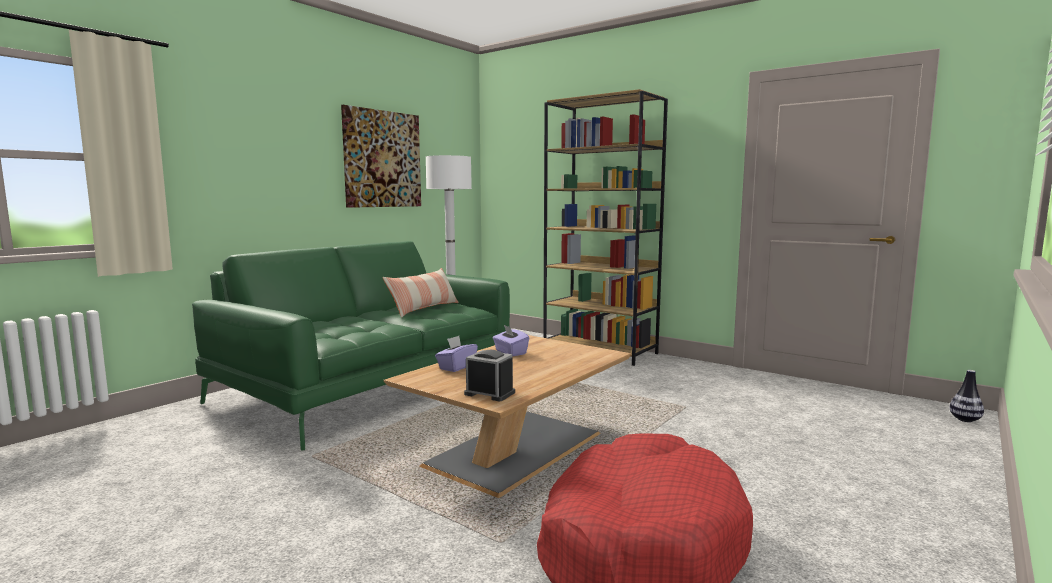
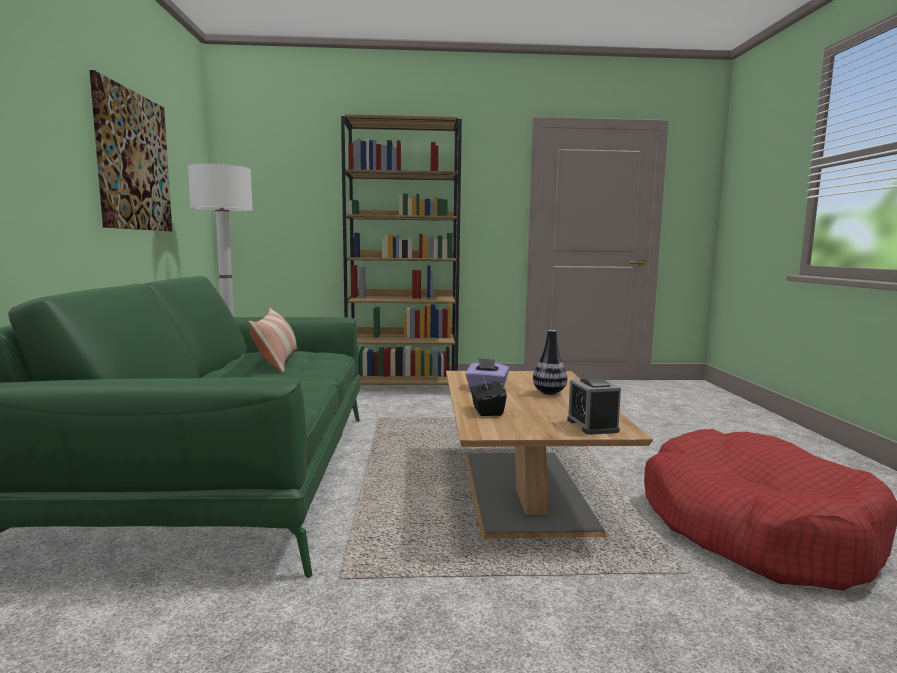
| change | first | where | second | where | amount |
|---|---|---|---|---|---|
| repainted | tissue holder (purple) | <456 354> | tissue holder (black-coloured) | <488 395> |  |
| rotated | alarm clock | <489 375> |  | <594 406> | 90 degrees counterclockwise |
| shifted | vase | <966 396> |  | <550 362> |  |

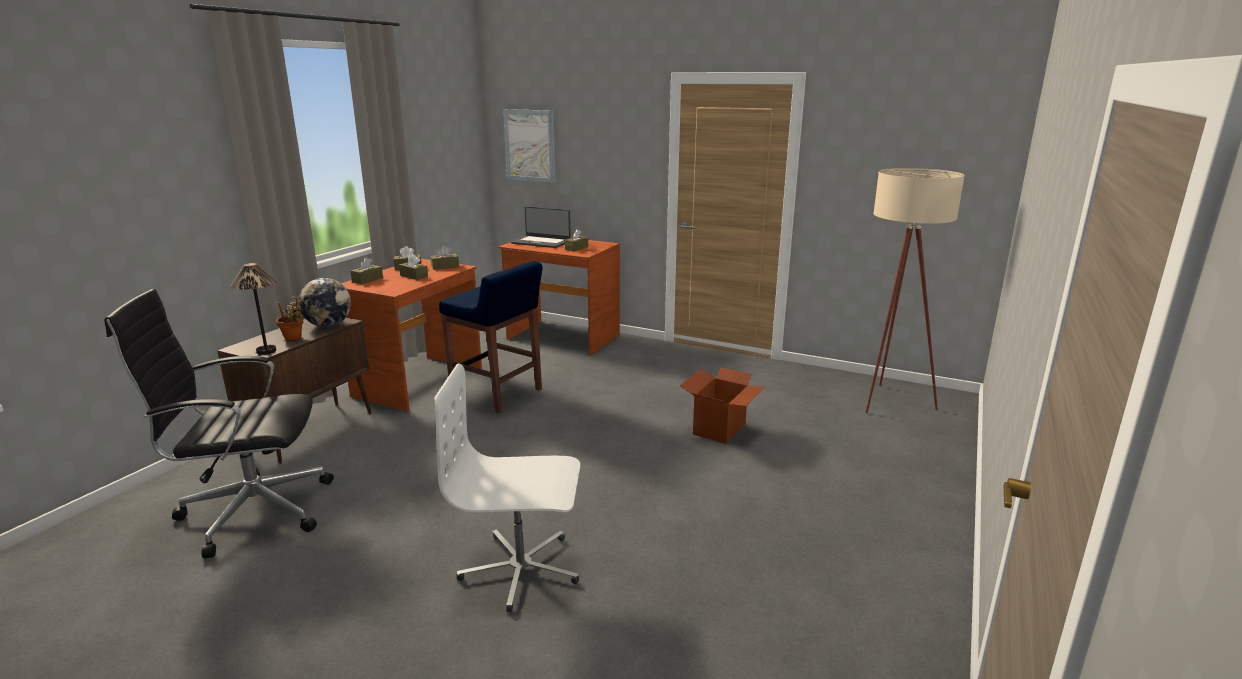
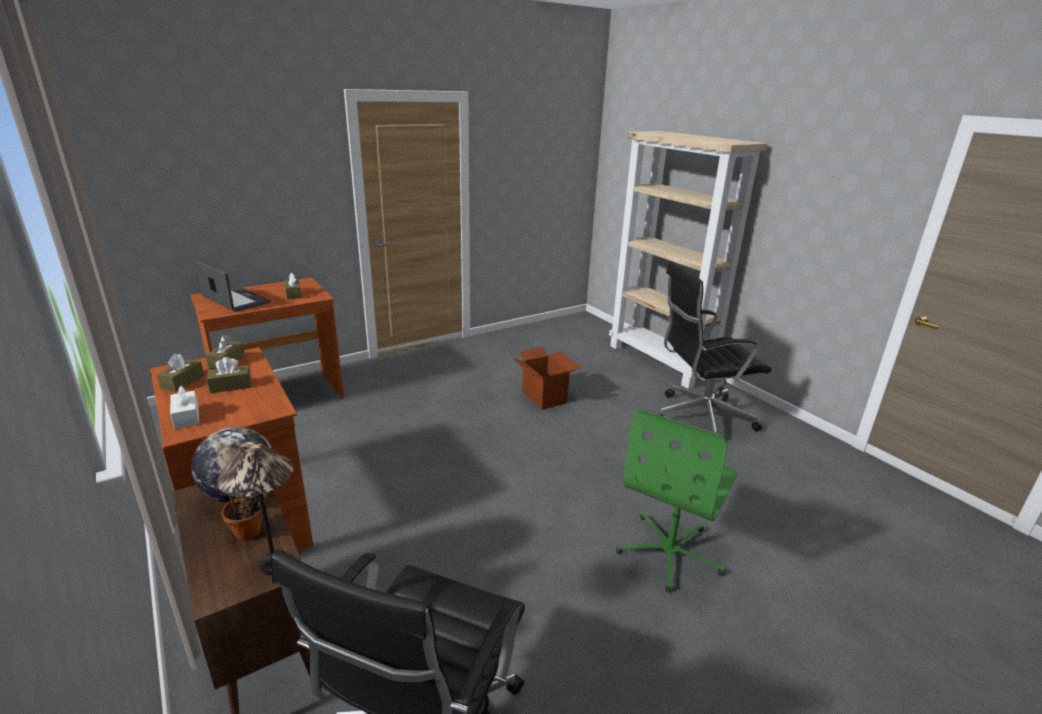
| change | first | where | second | where | amount |
|---|---|---|---|---|---|
| gone | picture | <529 146> |  |  |  |
| gone | floor lamp (beige) | <915 290> |  |  |  |
| rotated | portable computer | <541 227> |  | <232 286> | 105 degrees counterclockwise |
| repainted | tissue holder (brown) | <366 270> | tissue holder (white-coloured) | <184 407> |  |
| gone | stool (bluish) | <491 337> |  |  |  |
| repainted | computer chair (white-coloured) | <507 488> | computer chair (greenish) | <677 501> |  |
| new |  |  | shelving unit (beige) | <688 260> |  |
| new |  |  | computer chair (black-coloured) | <714 347> |  |

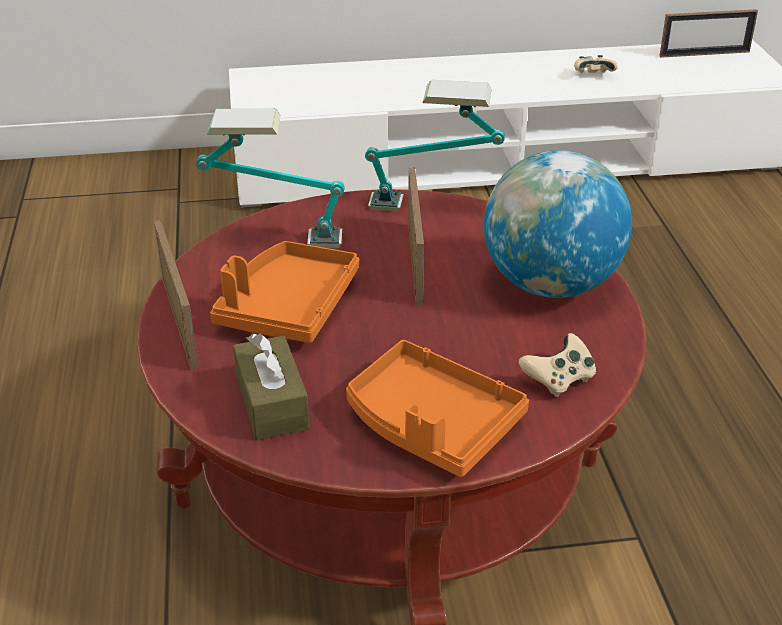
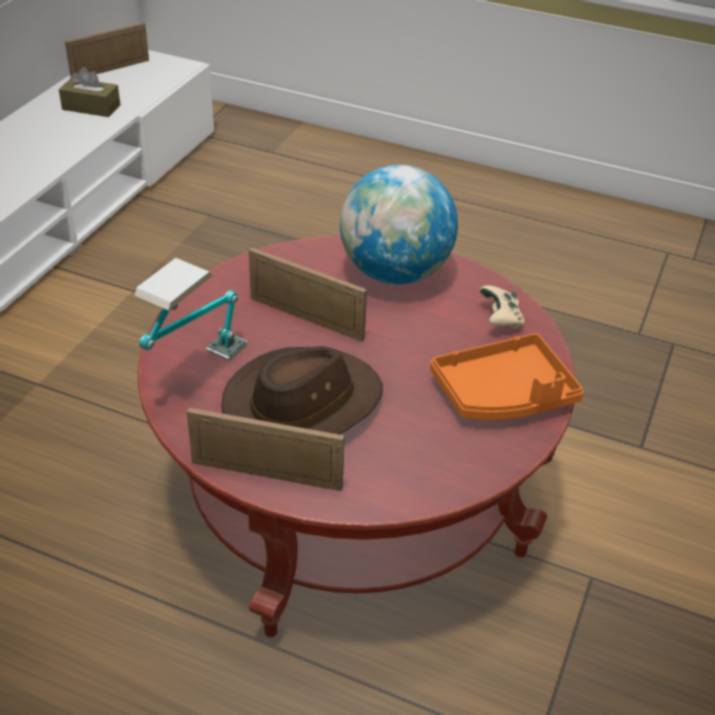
| change | first | where | second | where | amount |
|---|---|---|---|---|---|
| rotated | picture frame | <709 33> |  | <107 49> | 150 degrees counterclockwise |
| gone | game controller (beige) | <596 64> |  |  |  |
| gone | tabletop lamp | <435 146> |  |  |  |
| swapped | carrying tray (orange-coloured) | <284 292> | wearable hat (brown) | <302 390> |  |
| shifted | tissue holder (brown) | <271 387> |  | <89 92> |  |

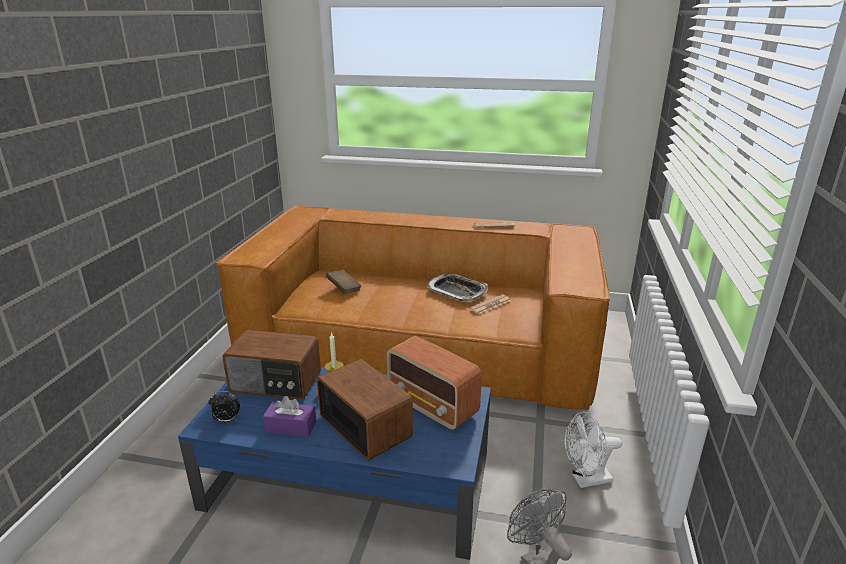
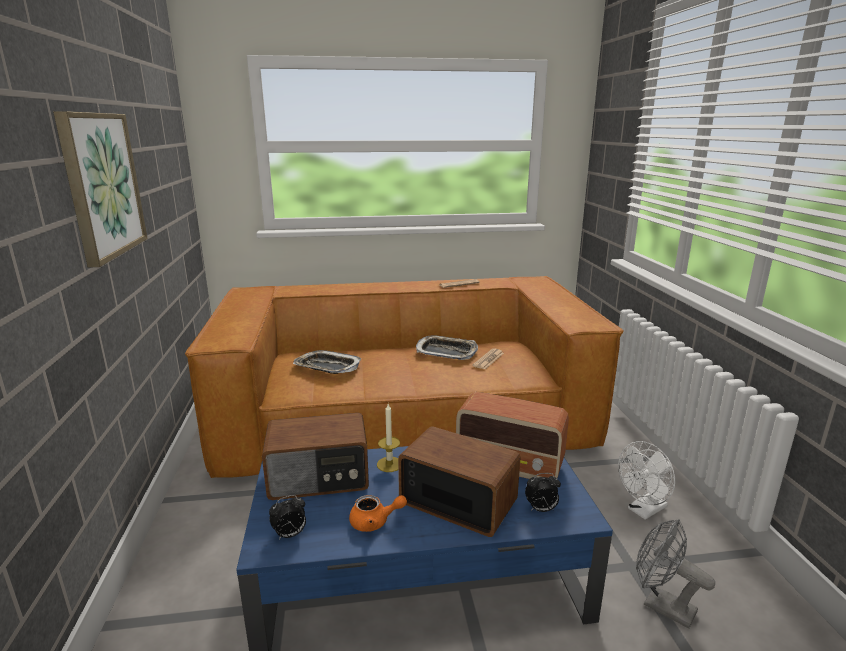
| change | first | where | second | where | amount |
|---|---|---|---|---|---|
| swapped | book (brown) | <343 282> | carrying tray | <327 362> |  |
| swapped | tissue holder (purple) | <290 416> | pot for tea (orange-coloured) | <378 513> |  |
| new |  |  | picture | <100 189> |  |
| new |  |  | alarm clock | <543 492> |  |

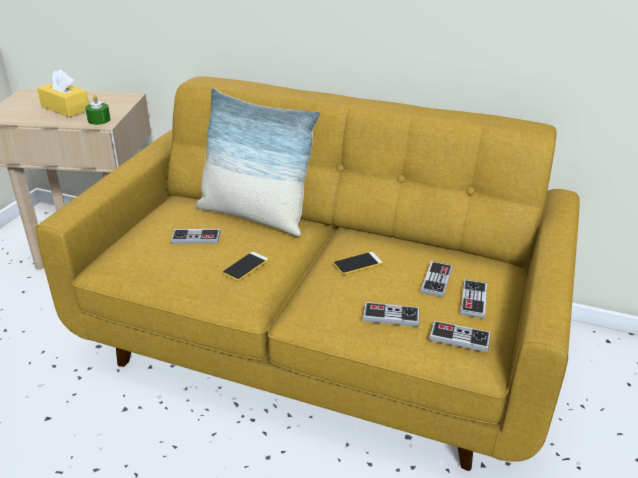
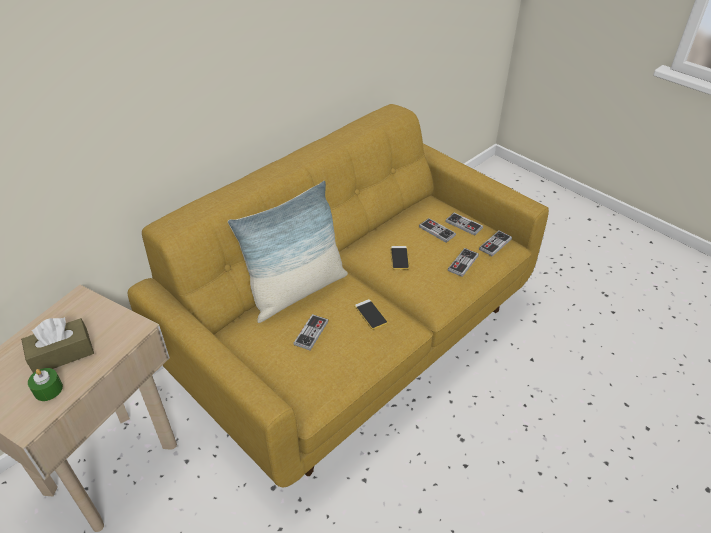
| change | first | where | second | where | amount |
|---|---|---|---|---|---|
| repainted | tissue holder (yellow) | <63 93> | tissue holder (brown) | <57 345> |  |
| shifted | wax candle (greenish) | <98 110> |  | <45 384> |  |

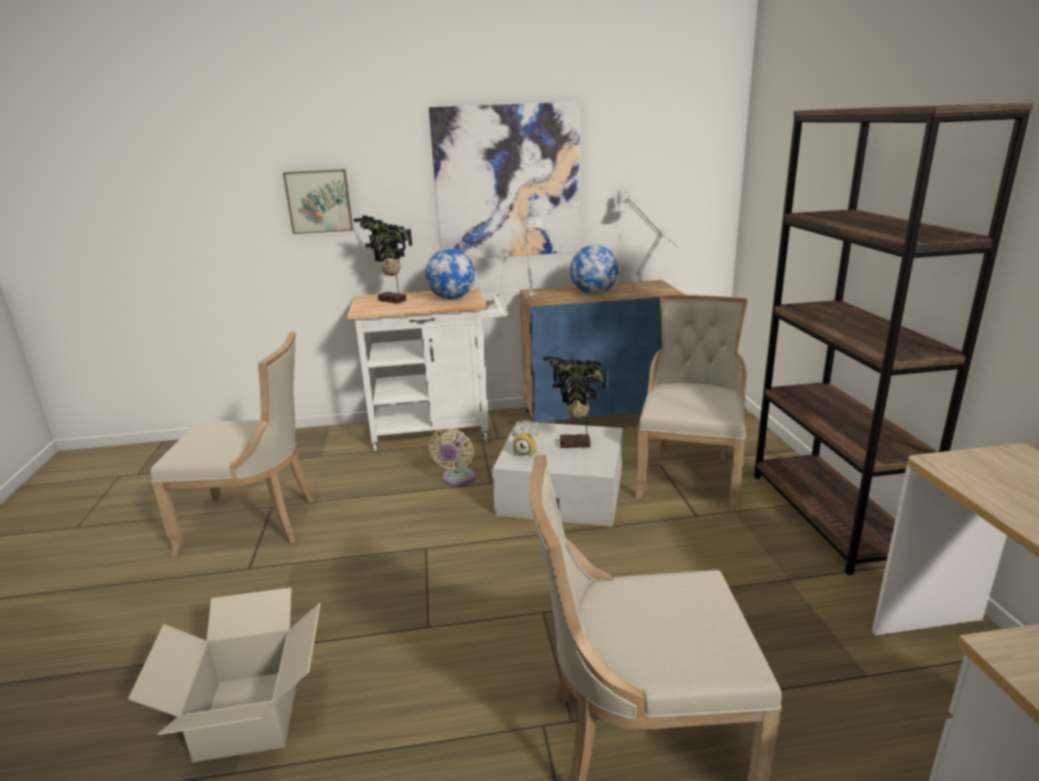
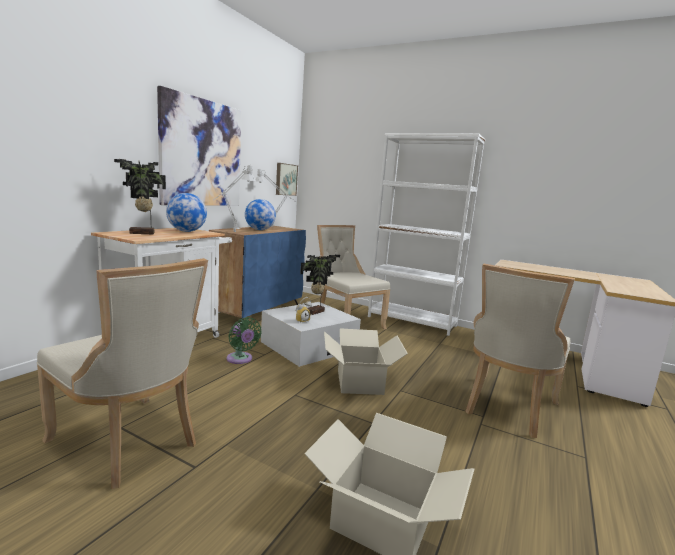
| change | first | where | second | where | amount |
|---|---|---|---|---|---|
| repainted | shelving unit (brown) | <894 339> | shelving unit (white-coloured) | <426 234> |  |
| shifted | picture | <318 201> |  | <287 179> |  |
| rotated | plain chair (beige) | <232 444> |  | <122 373> | 90 degrees clockwise |
| repainted | fan (beige) | <451 457> | fan (greenish) | <244 340> |  |
| new |  |  | carton | <366 361> |  |

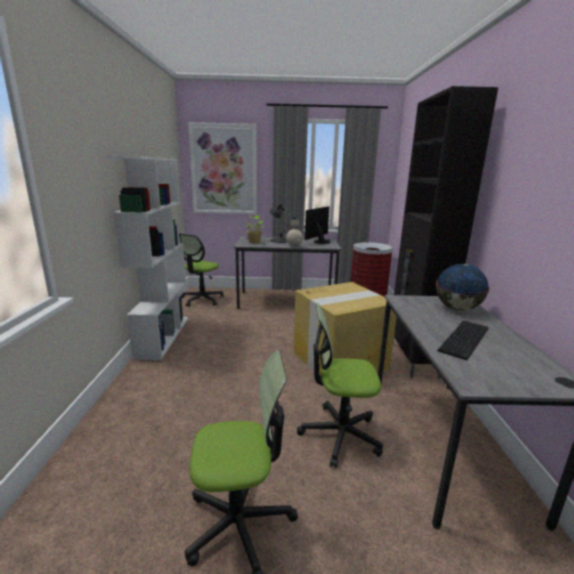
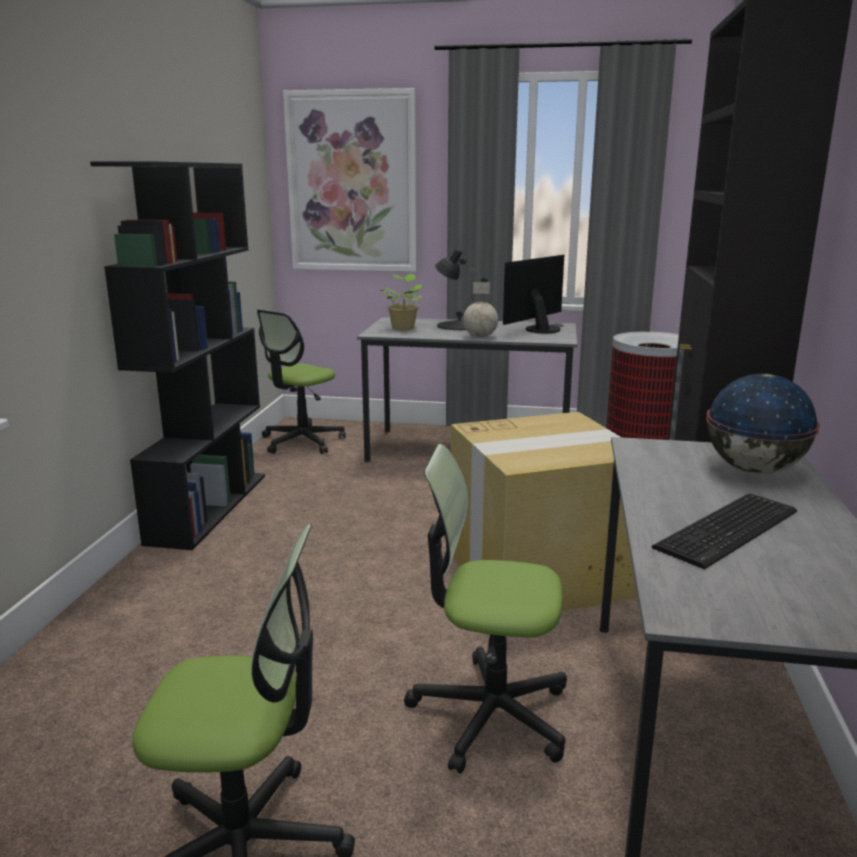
| change | first | where | second | where | amount |
|---|---|---|---|---|---|
| repainted | shelving unit (white-coloured) | <147 258> | shelving unit (black-coloured) | <177 355> |  |

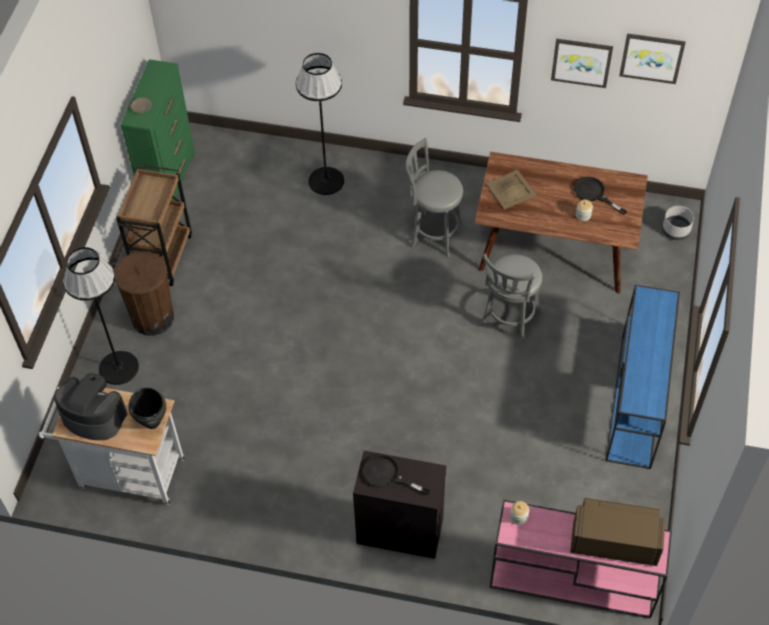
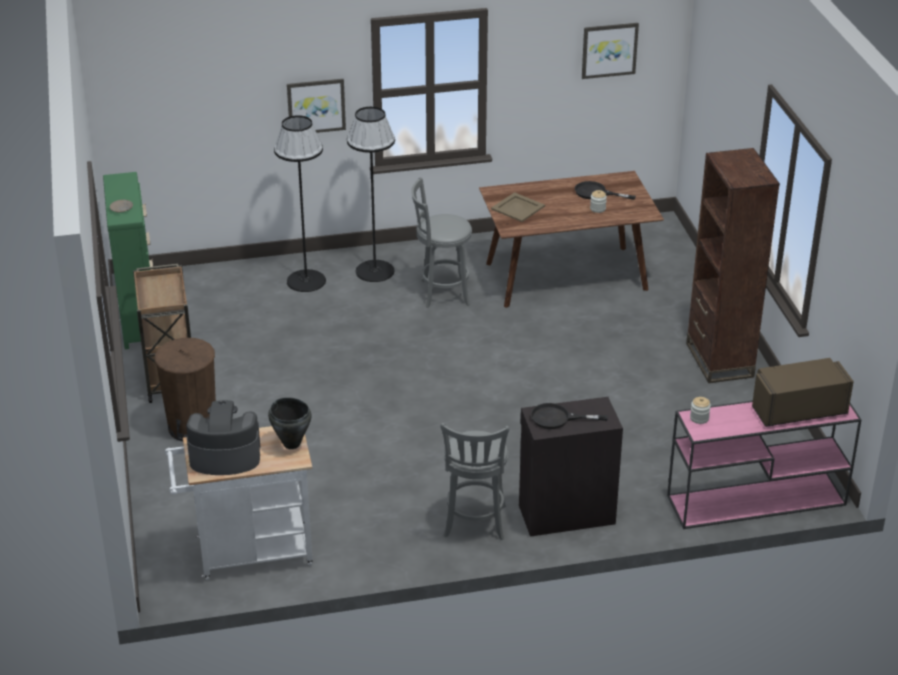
| change | first | where | second | where | amount |
|---|---|---|---|---|---|
| shifted | picture | <582 63> |  | <316 106> |  |
| gone | flower pot (grey) | <678 223> |  |  |  |
| shifted | floor lamp (black-coloured) | <101 316> |  | <371 194> |  |
| shifted | stool (grey) | <511 299> |  | <474 481> |  |
| swapped | narrow table (bluish) | <642 377> | shelving unit (brown) | <733 265> |  |

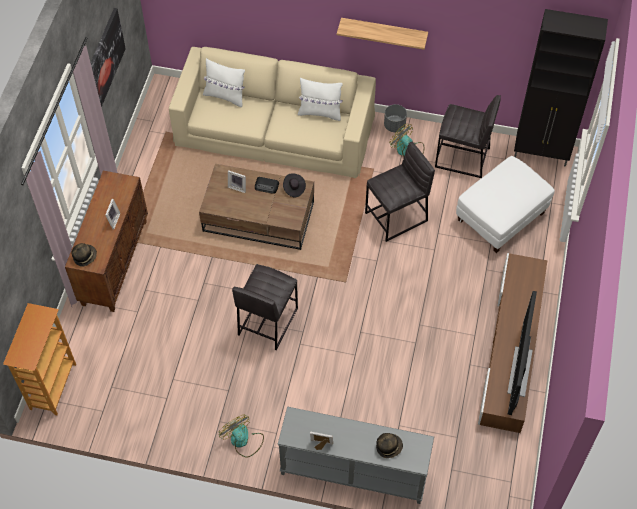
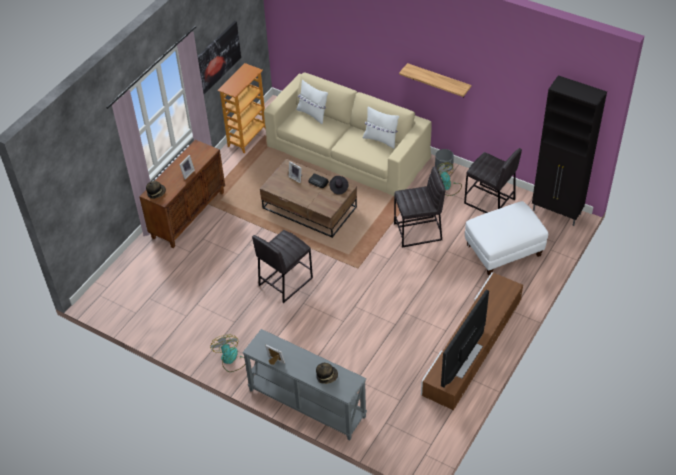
| change | first | where | second | where | amount |
|---|---|---|---|---|---|
| shifted | shelving unit | <39 359> |  | <241 108> |  |

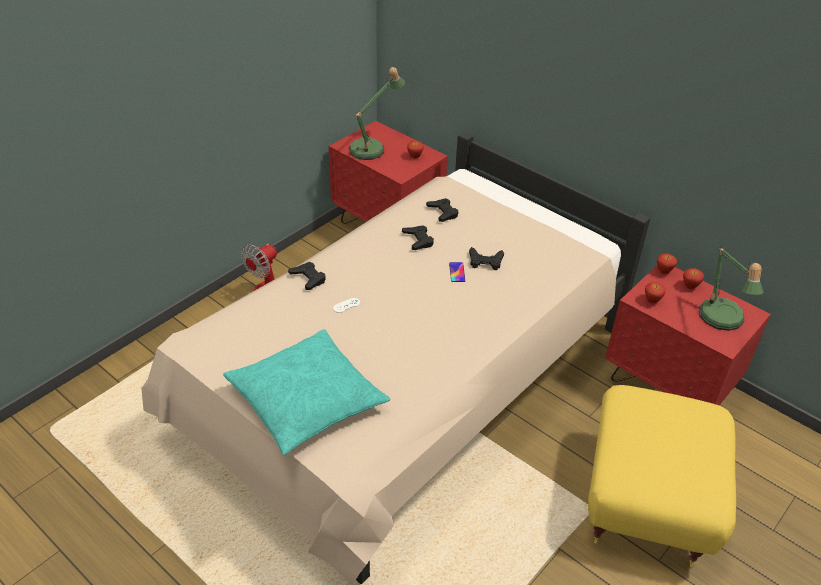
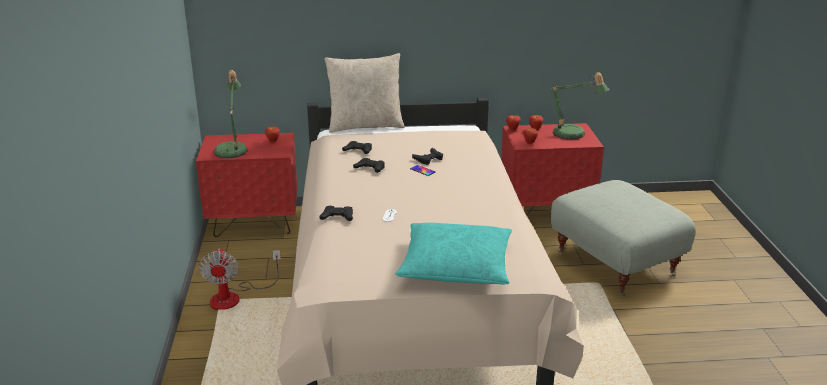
| change | first | where | second | where | amount |
|---|---|---|---|---|---|
| repainted | ottoman (yellow) | <662 476> | ottoman (grey) | <623 238> |  |
| new |  |  | pillow (beige) | <364 93> |  |

